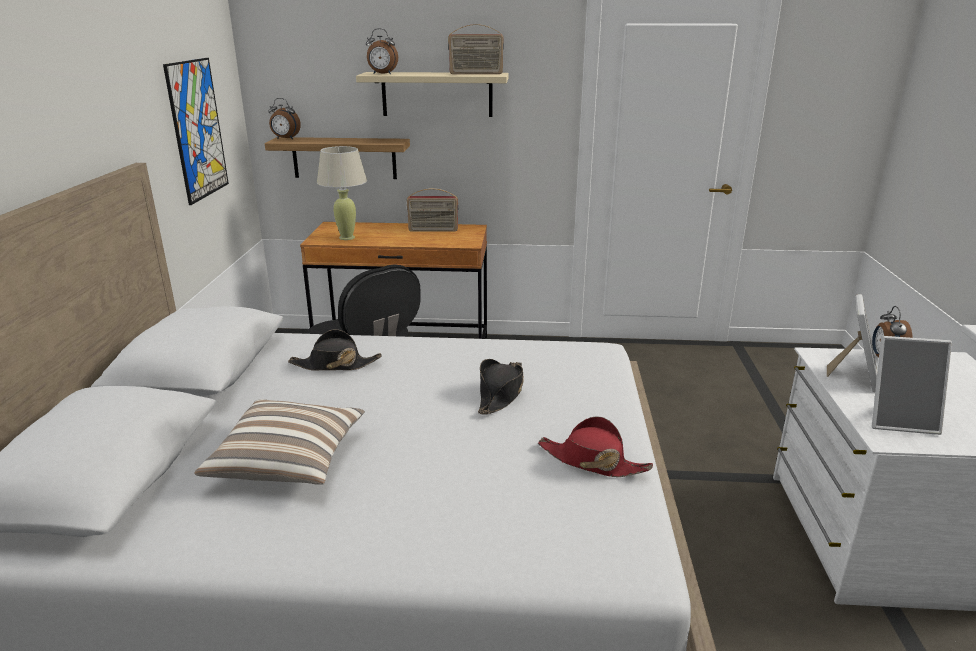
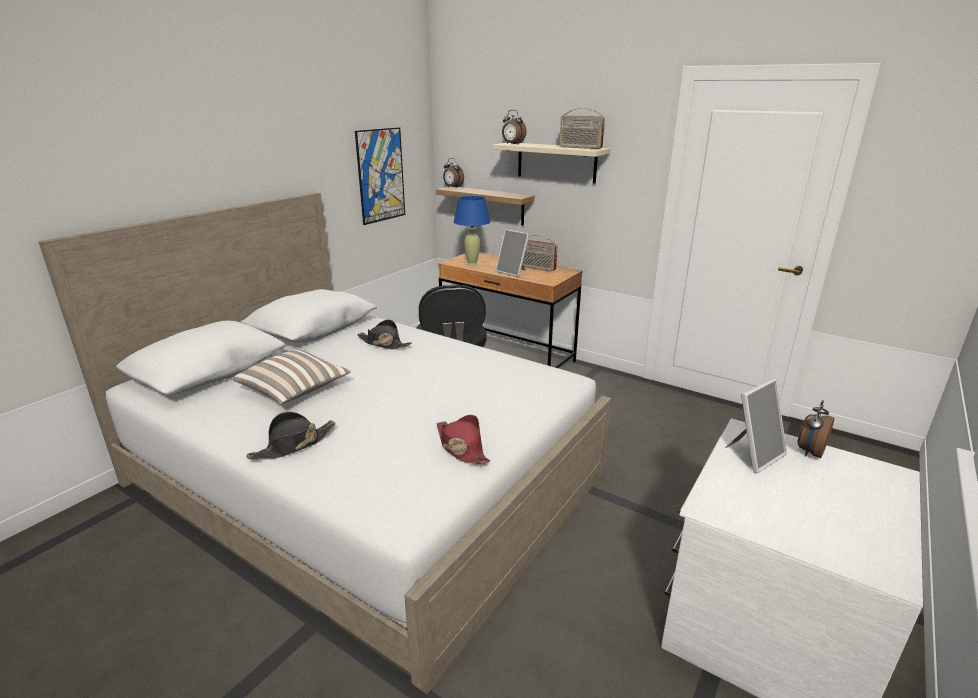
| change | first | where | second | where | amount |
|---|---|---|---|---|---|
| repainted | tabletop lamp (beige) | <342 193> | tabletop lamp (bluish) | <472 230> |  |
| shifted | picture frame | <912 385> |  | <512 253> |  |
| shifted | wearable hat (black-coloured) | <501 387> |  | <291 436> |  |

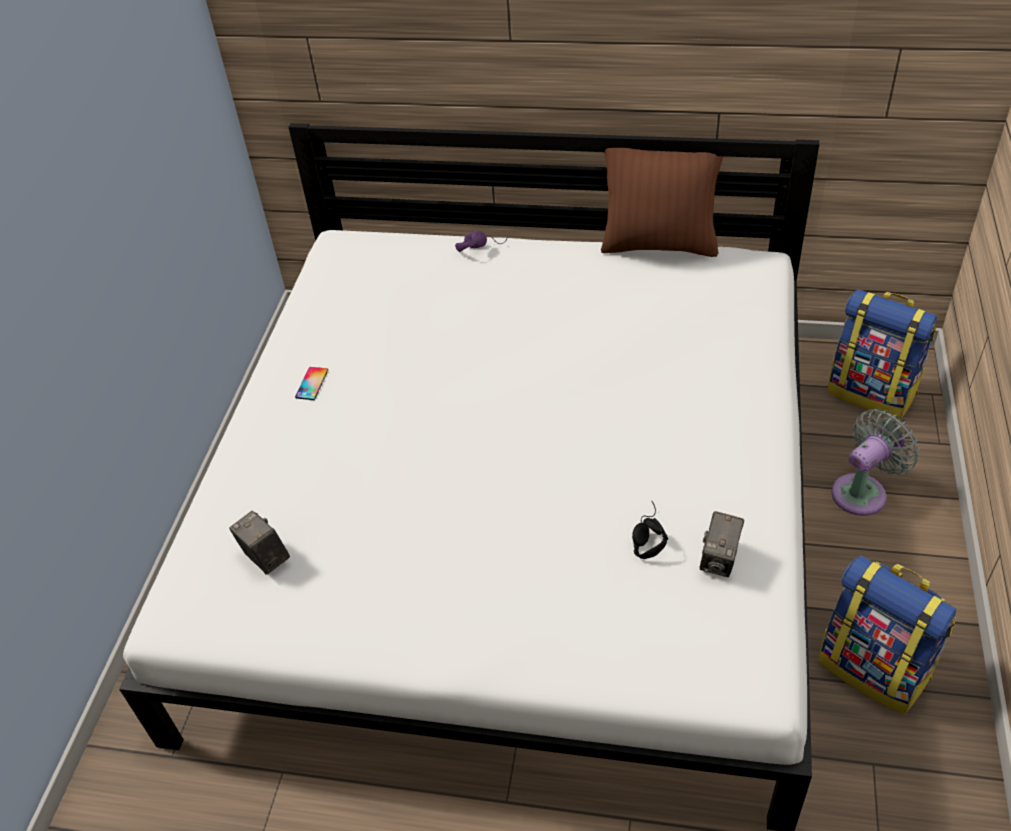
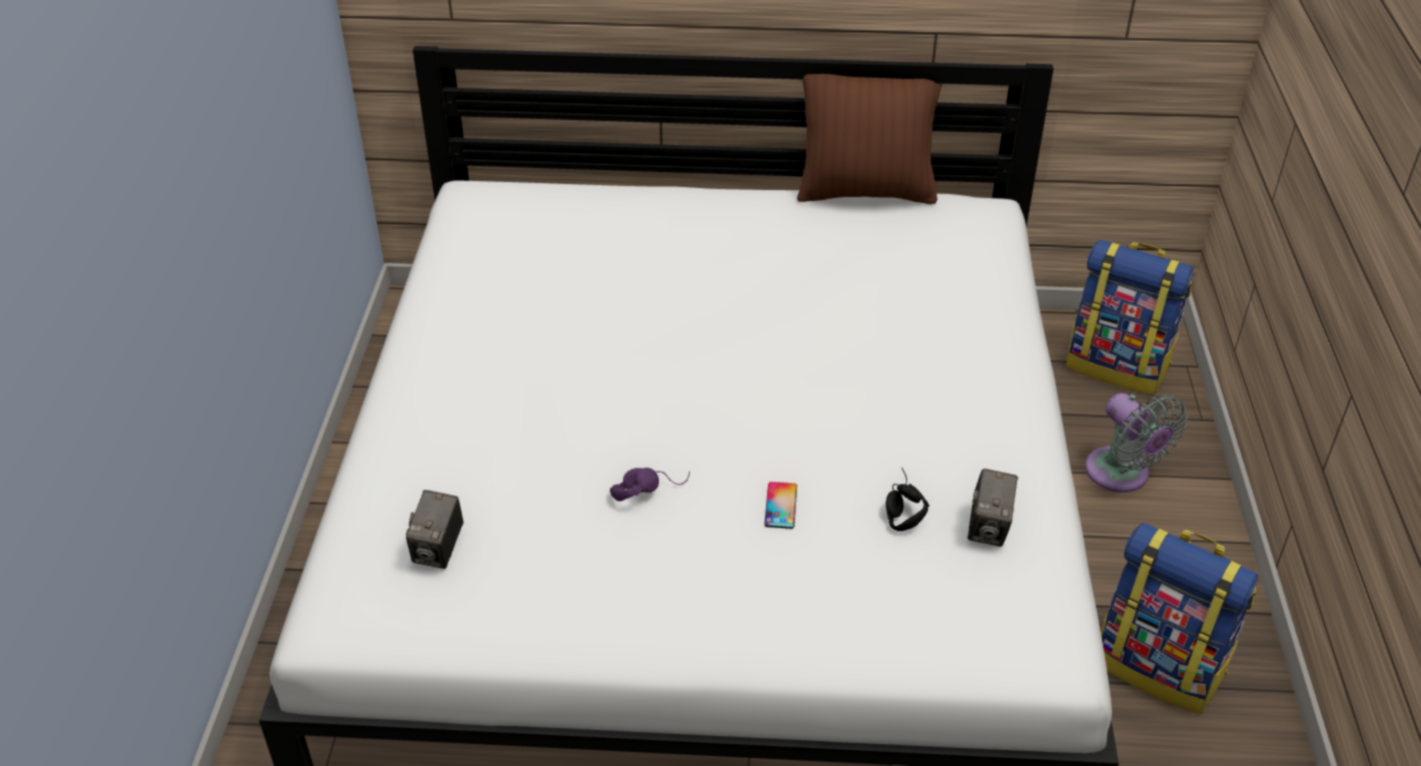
| change | first | where | second | where | amount |
|---|---|---|---|---|---|
| shifted | headphones (purple) | <481 241> |  | <650 484> |  |
| shifted | handset | <311 383> |  | <780 505> |  |
| rotated | fan (grey) | <875 462> |  | <1136 443> | 105 degrees clockwise |
| rotated | still camera | <259 542> |  | <435 529> | 120 degrees counterclockwise |

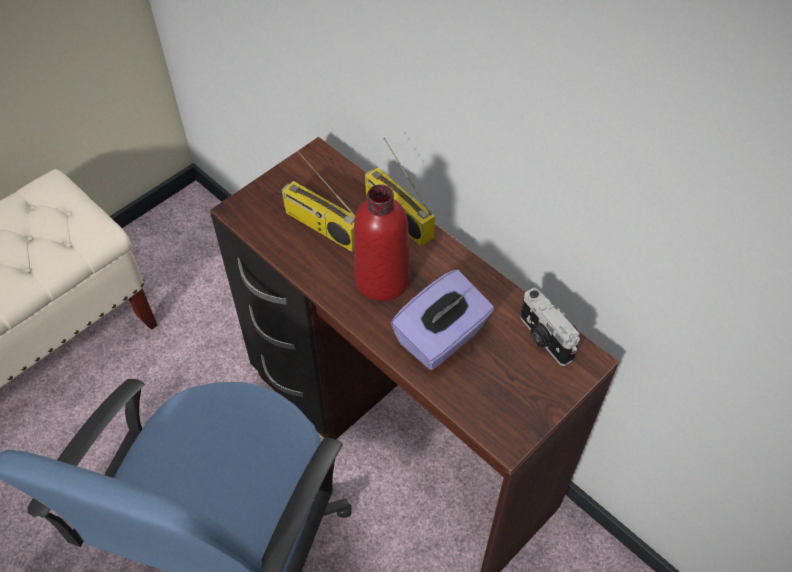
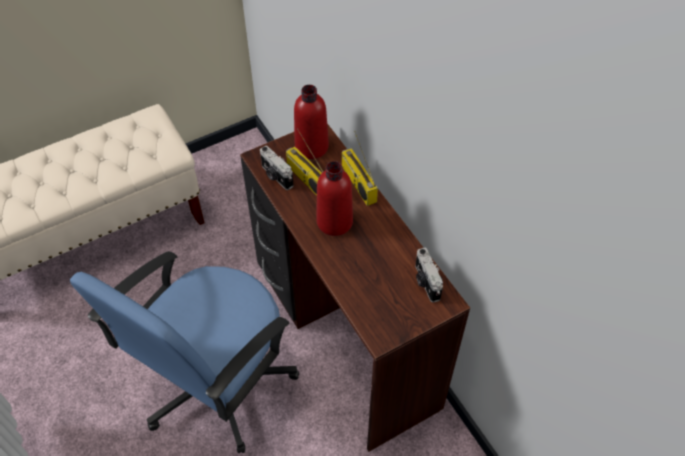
| change | first | where | second | where | amount |
|---|---|---|---|---|---|
| gone | tissue holder (purple) | <442 319> |  |  |  |
| new |  |  | beverage bottle (red-coloured) | <311 122> |  |
| new |  |  | still camera | <277 168> |  |

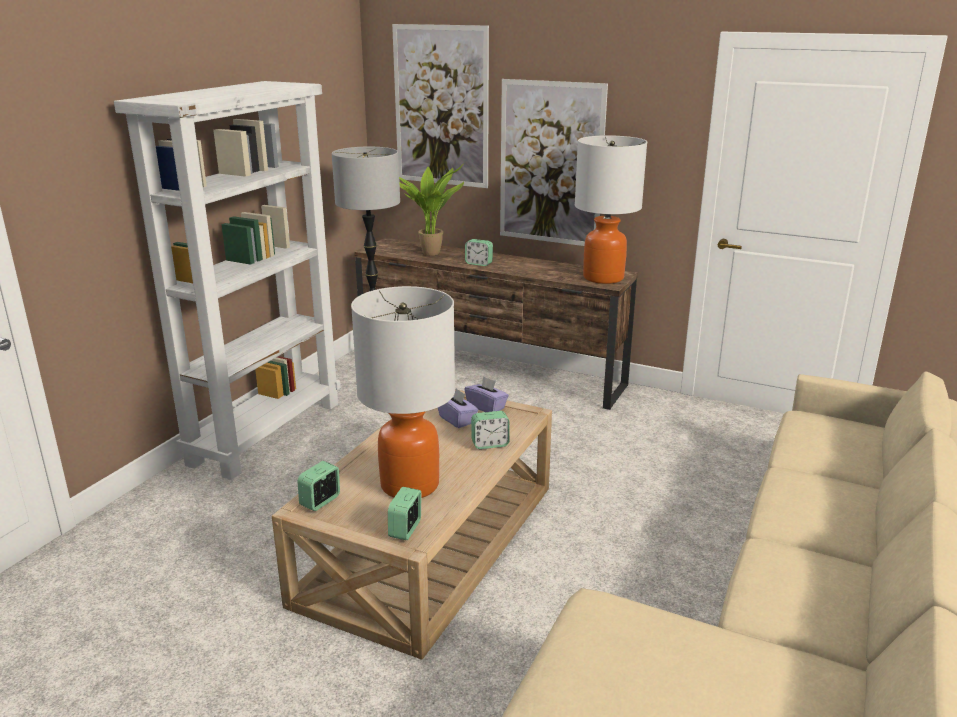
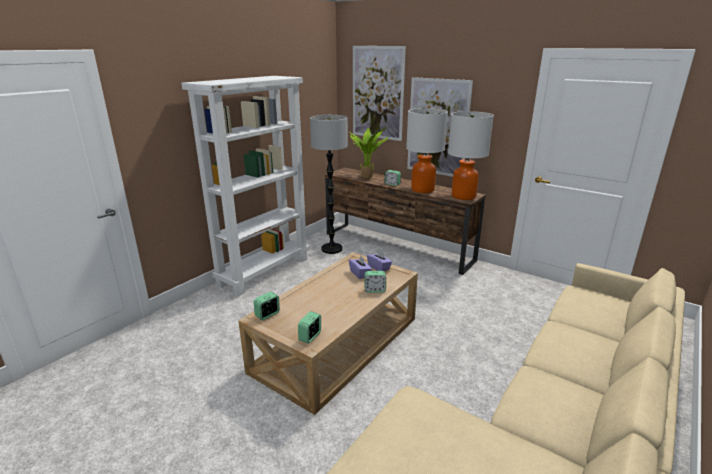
| change | first | where | second | where | amount |
|---|---|---|---|---|---|
| shifted | tabletop lamp | <403 392> |  | <427 150> |  |

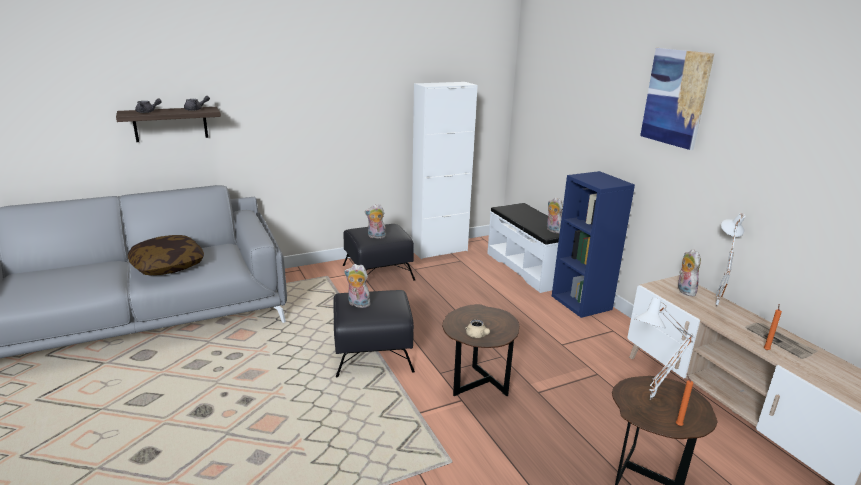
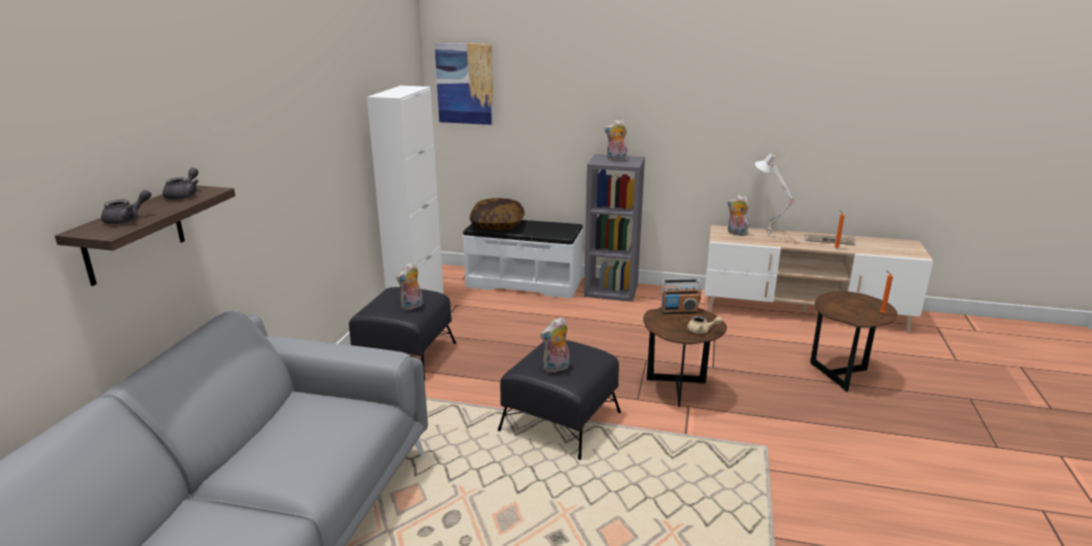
| change | first | where | second | where | amount |
|---|---|---|---|---|---|
| shifted | picture | <677 99> |  | <464 84> |  |
| repainted | shelving unit (bluish) | <593 244> | shelving unit (grey) | <614 228> |  |
| shifted | plush toy | <555 215> |  | <616 140> |  |
| shifted | pillow | <166 255> |  | <497 214> |  |
| gone | tabletop lamp (white-coloured) | <664 348> |  |  |  |
| new |  |  | radio receiver | <681 297> |  |

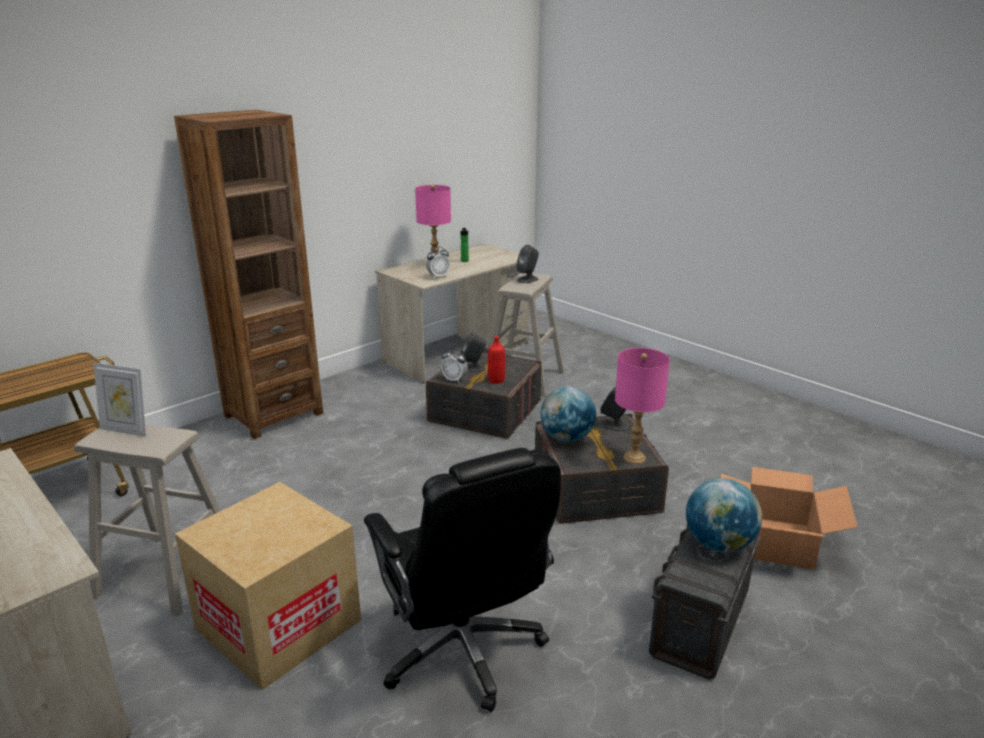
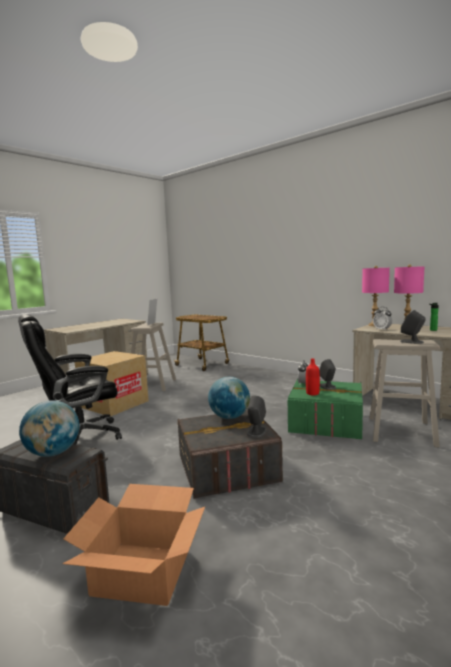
| change | first | where | second | where | amount |
|---|---|---|---|---|---|
| gone | shelving unit (brown) | <248 274> |  |  |  |
| shifted | tabletop lamp (pinkish) | <642 406> |  | <376 296> |  |
| repainted | storage container (grey) | <484 395> | storage container (greenish) | <325 409> |  |

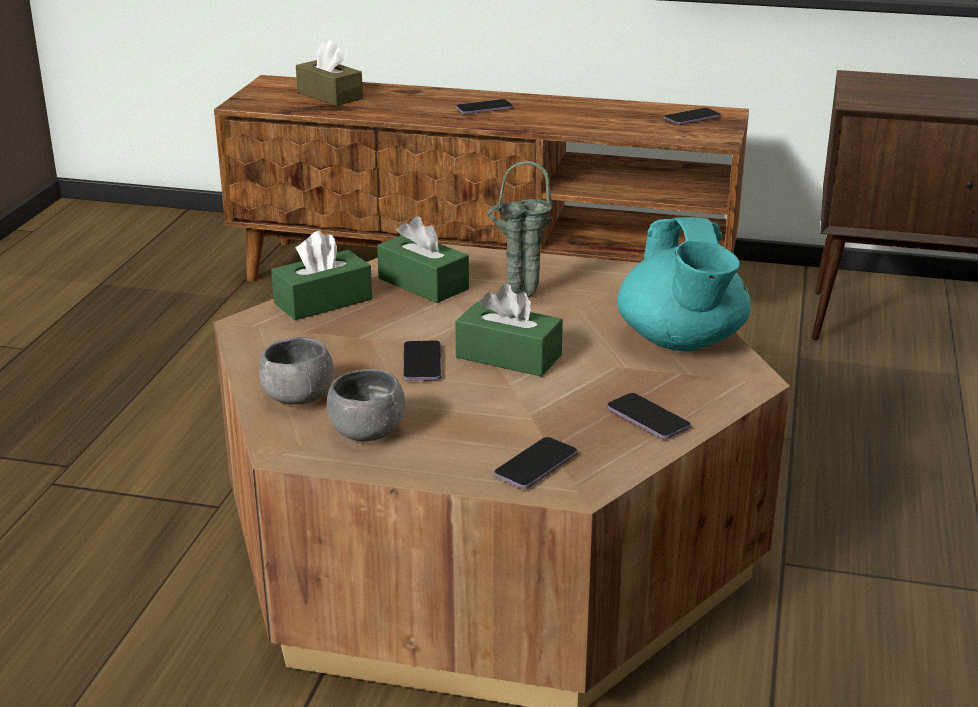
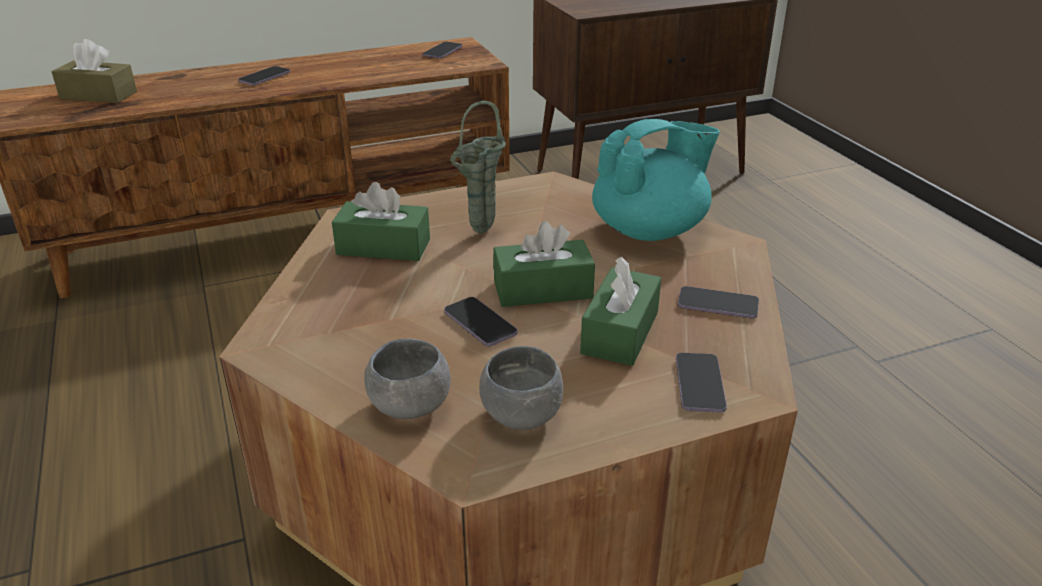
| change | first | where | second | where | amount |
|---|---|---|---|---|---|
| rotated | pot for tea (turquoise-coloured) | <684 284> |  | <656 180> | 75 degrees counterclockwise |
| shifted | tissue holder (greenish) | <321 275> |  | <620 311> |  |

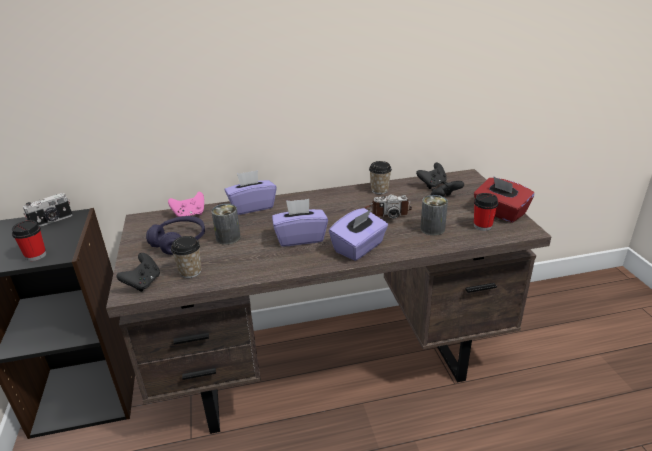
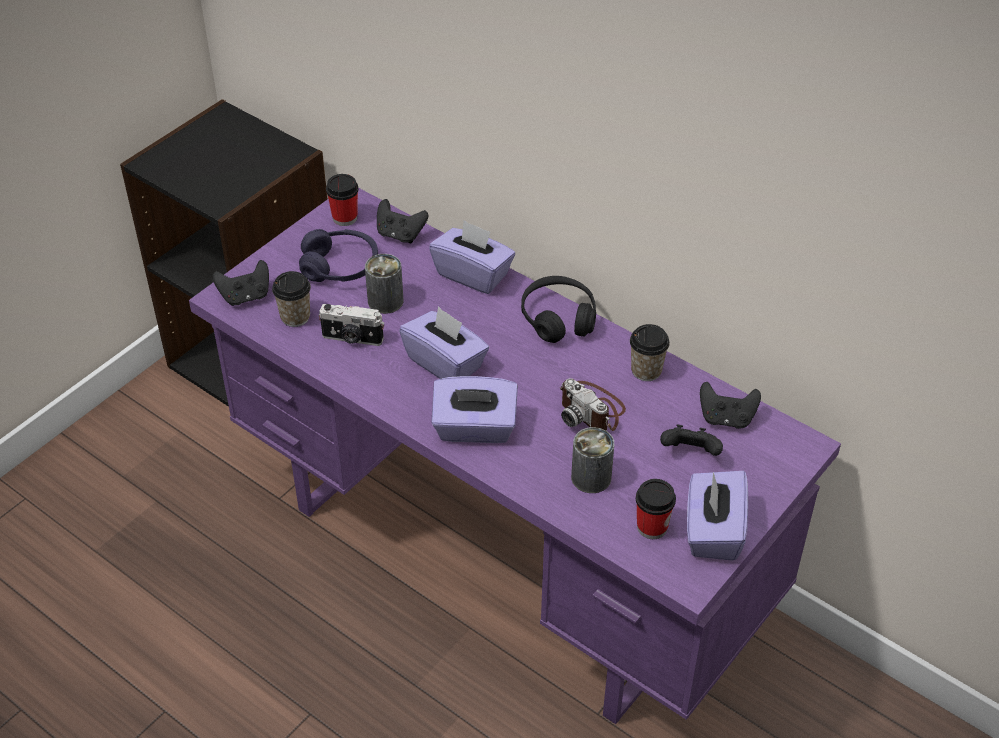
| change | first | where | second | where | amount |
|---|---|---|---|---|---|
| repainted | desk (brown) | <328 301> | desk (purple) | <515 456> |  |
| repainted | tissue holder (red-coloured) | <504 199> | tissue holder (purple) | <717 516> |  |
| repainted | game controller (pinkish) | <186 204> | game controller (black-coloured) | <402 221> |  |
| shifted | still camera | <47 210> |  | <351 325> |  |
| shifted | drinking cup | <29 240> |  | <342 200> |  |
| new |  |  | headphones (black-coloured) | <558 309> |  |

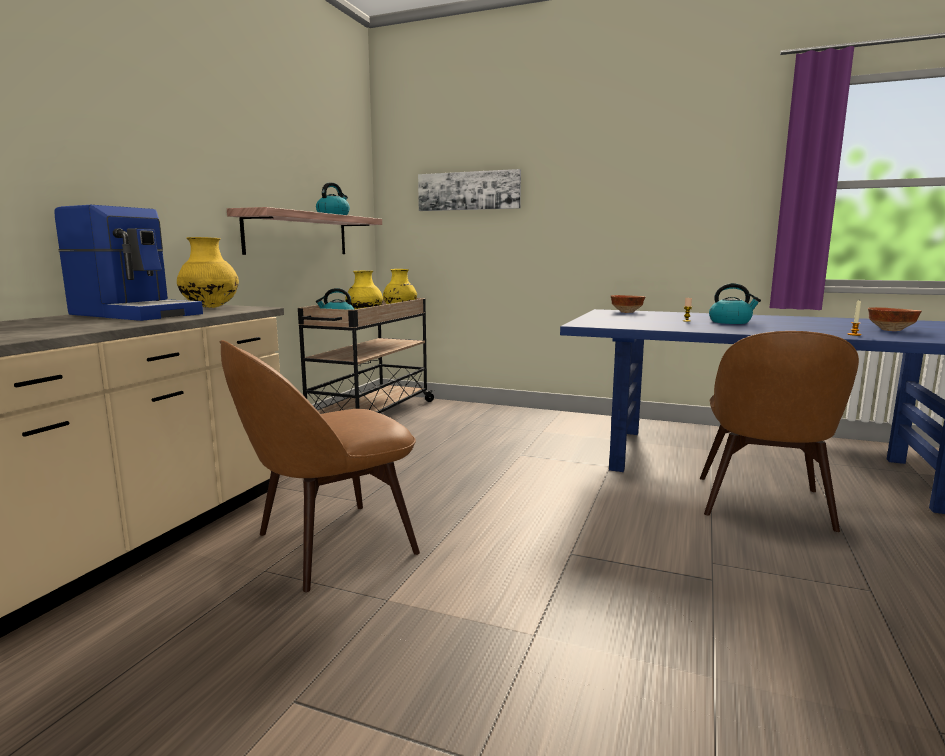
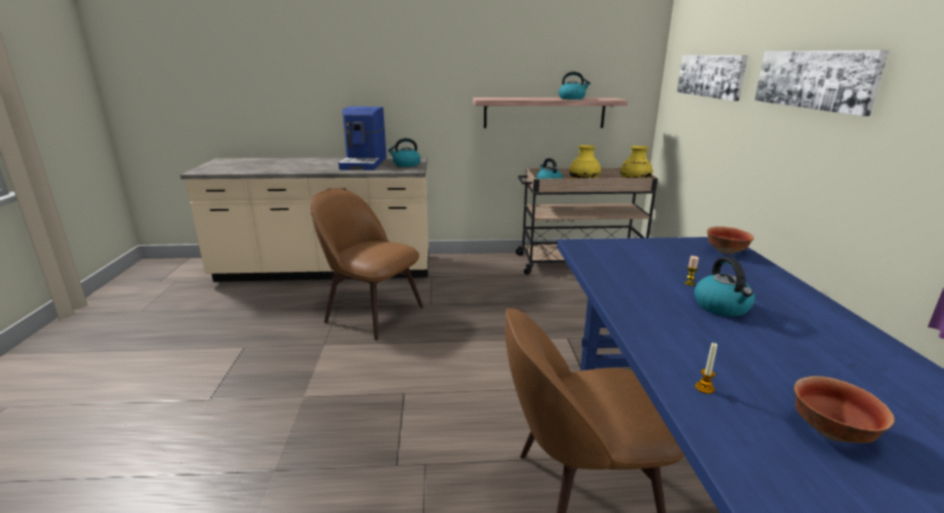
| change | first | where | second | where | amount |
|---|---|---|---|---|---|
| swapped | vase (yellow) | <208 272> | water kettle | <404 152> |  |
| new |  |  | picture | <821 83> |  |

